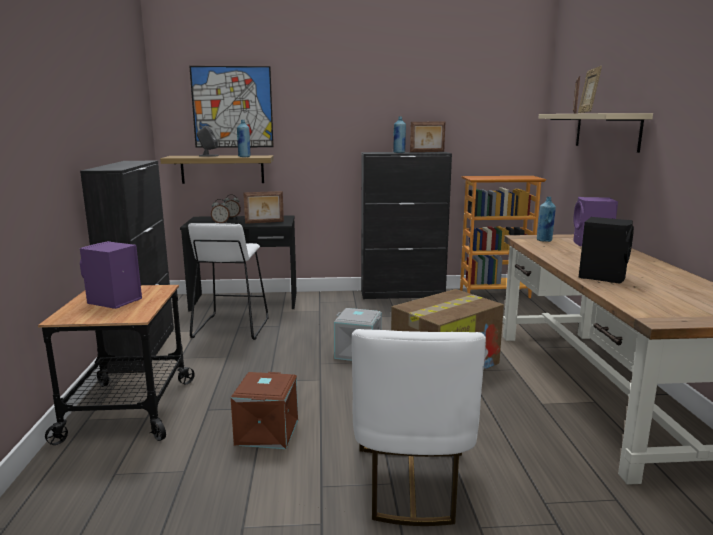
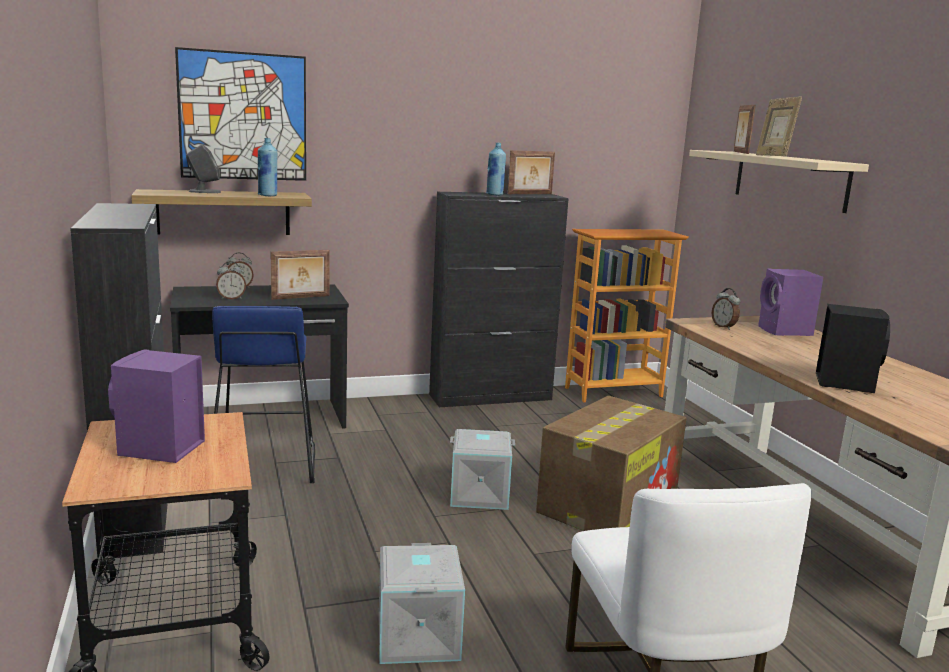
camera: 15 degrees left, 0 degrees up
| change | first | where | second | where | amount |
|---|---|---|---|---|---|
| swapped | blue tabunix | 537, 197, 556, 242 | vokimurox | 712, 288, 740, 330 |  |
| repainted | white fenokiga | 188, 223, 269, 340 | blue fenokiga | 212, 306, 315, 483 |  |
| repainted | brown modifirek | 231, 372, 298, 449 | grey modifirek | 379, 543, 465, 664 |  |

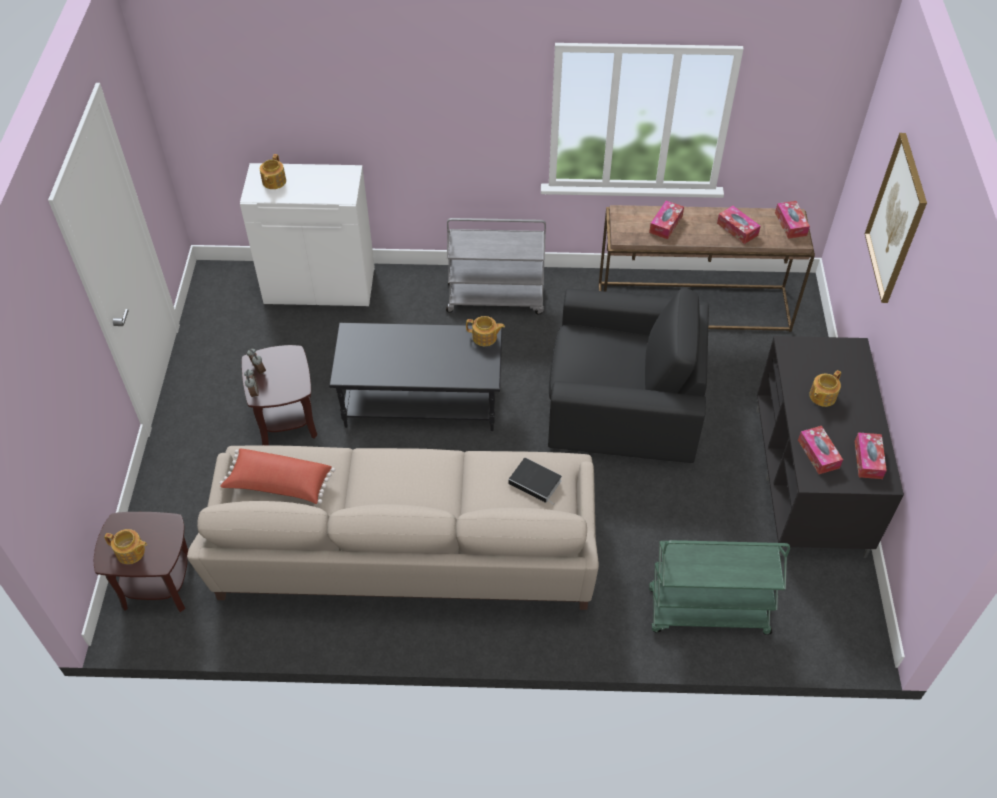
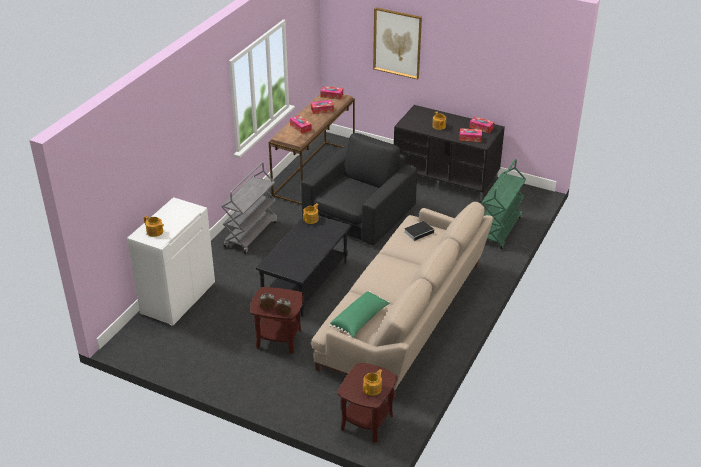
camera: 65 degrees left, 15 degrees down
| change | first | where | second | where | amount |
|---|---|---|---|---|---|
| repainted | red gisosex | 219, 449, 335, 504 | green gisosex | 329, 291, 390, 338 |  |

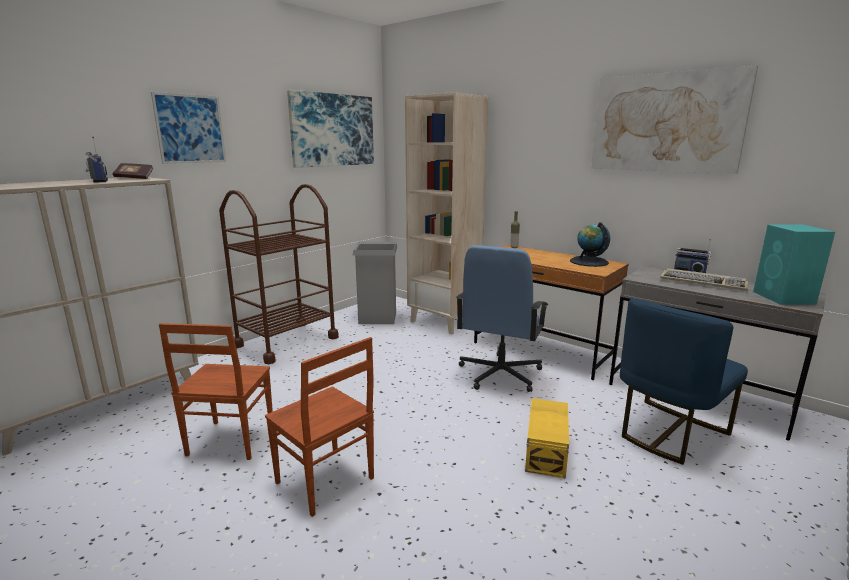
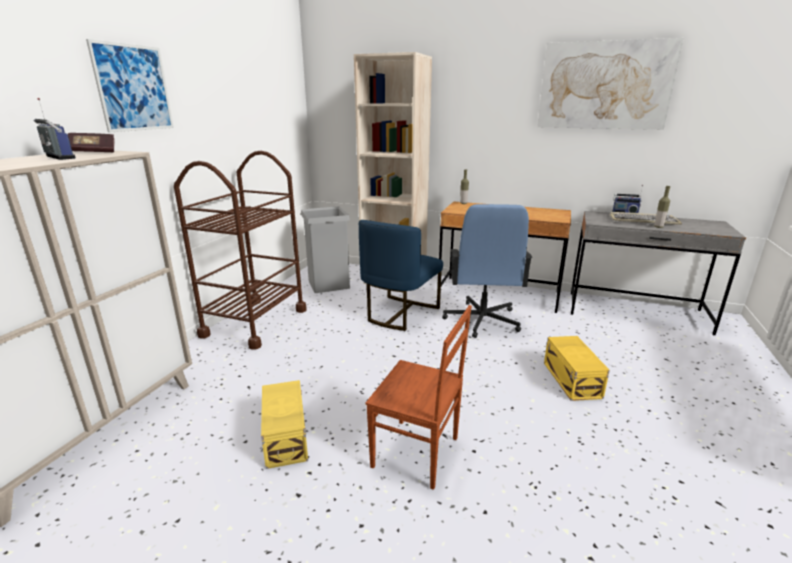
camera: 20 degrees left, 5 degrees up
| change | first | where | second | where | amount |
|---|---|---|---|---|---|
| gone | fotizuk | 287, 90, 374, 168 |  |  |  |
| gone | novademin | 570, 222, 610, 267 |  |  |  |
| gone | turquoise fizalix | 753, 225, 835, 305 |  |  |  |
| new |  |  | tabunix | 654, 186, 670, 228 |  |
| shifted | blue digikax | 620, 298, 748, 465 |  | 359, 220, 443, 331 |  |
| swapped | brown digikax | 159, 323, 273, 460 | yellow modifirek | 261, 380, 308, 469 |  |

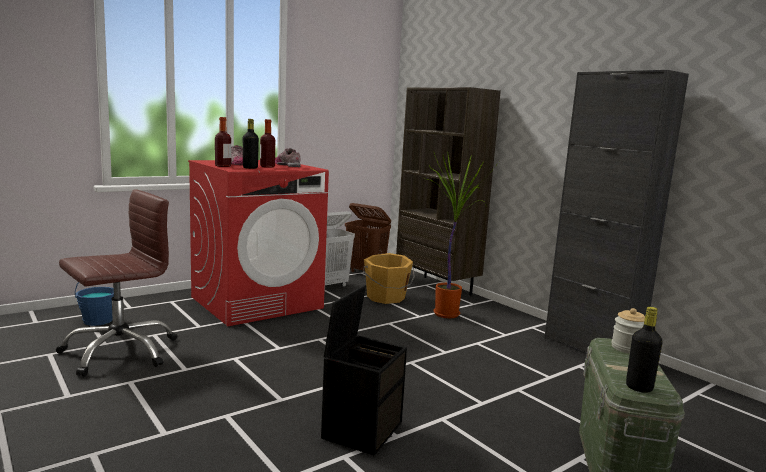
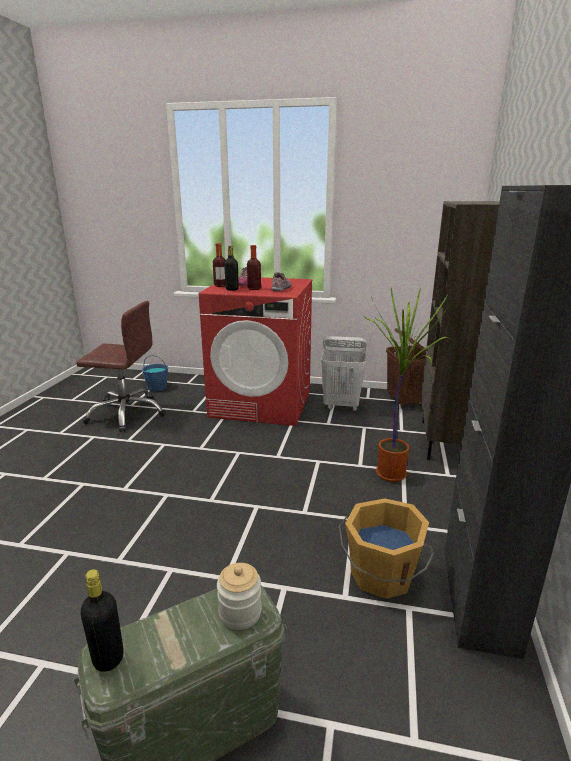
camera: 50 degrees right, 10 degrees up
| change | first | where | second | where | amount |
|---|---|---|---|---|---|
| gone | black modifirek | 321, 285, 407, 456 |  |  |  |
| shifted | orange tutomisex | 363, 253, 414, 304 |  | 339, 498, 434, 599 |  |

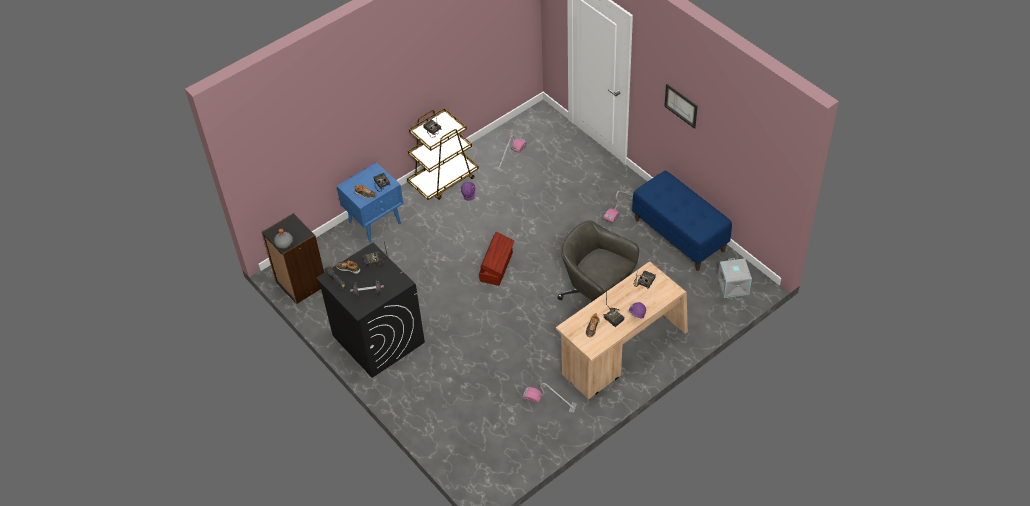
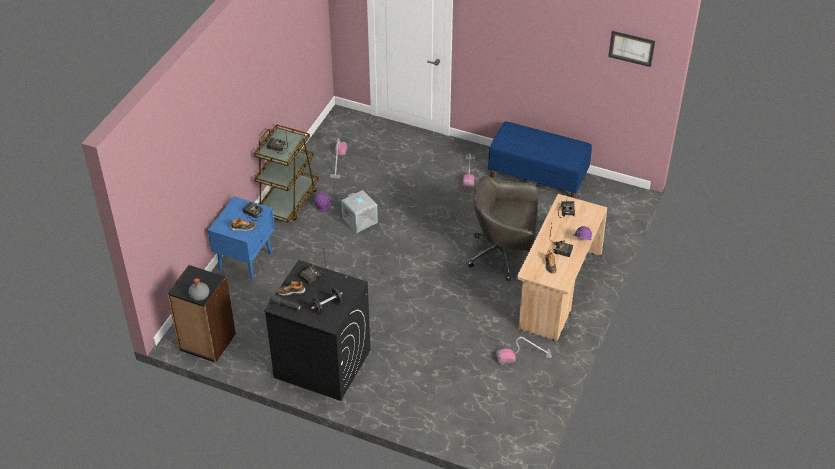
camera: 30 degrees left, 5 degrees down
| change | first | where | second | where | amount |
|---|---|---|---|---|---|
| gone | brown modifirek | 479, 231, 514, 286 |  |  |  |
| shifted | fotizuk | 664, 84, 698, 129 |  | 608, 31, 655, 67 |  |
| shifted | grey modifirek | 718, 258, 752, 298 |  | 341, 190, 378, 233 |  |

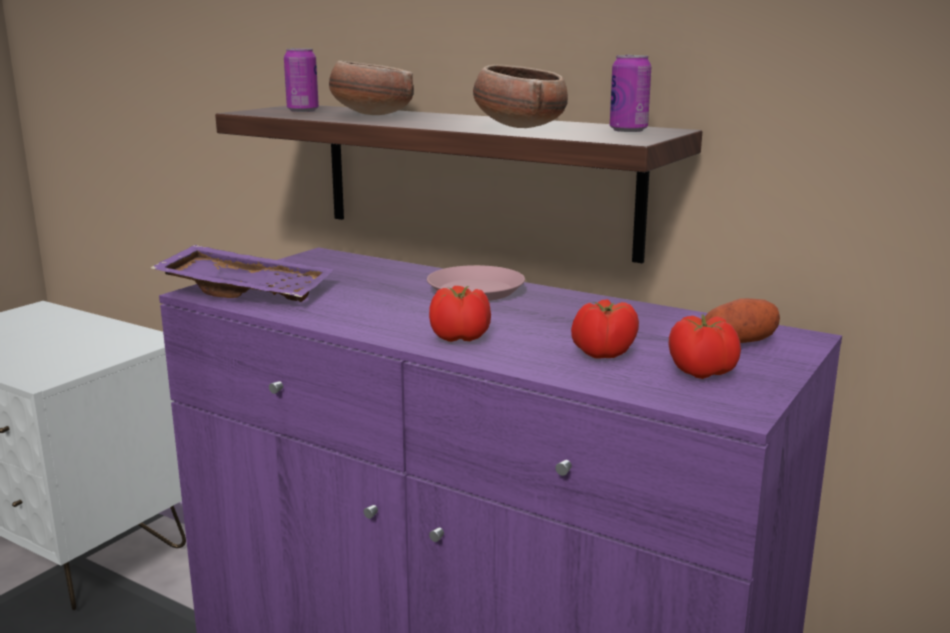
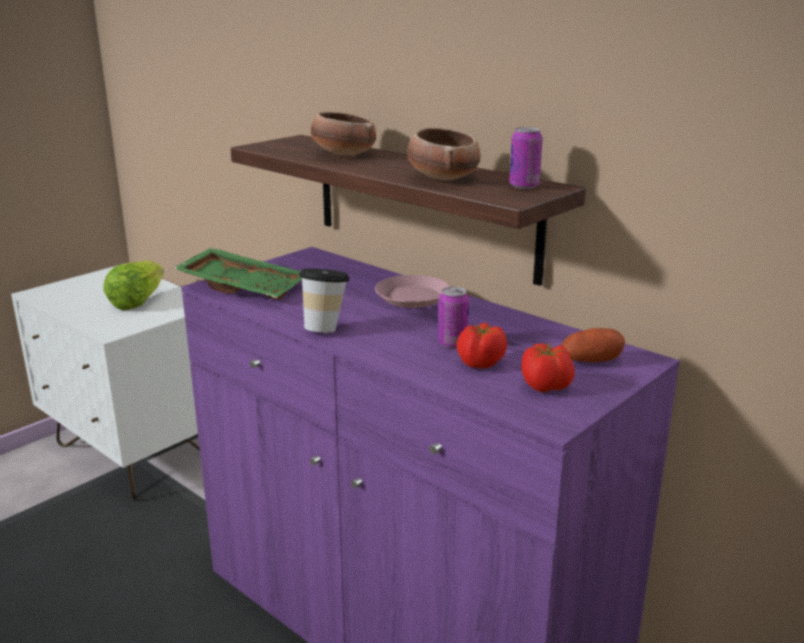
camera: 10 degrees right, 5 degrees up
| change | first | where | second | where | amount |
|---|---|---|---|---|---|
| gone | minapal | 429, 286, 491, 342 |  |  |  |
| new |  |  | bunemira | 104, 260, 164, 310 |  |
| new |  |  | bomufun | 299, 269, 350, 333 |  |
| shifted | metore | 284, 48, 319, 112 |  | 438, 287, 469, 348 |  |
| repainted | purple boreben | 150, 245, 334, 302 | green boreben | 173, 247, 302, 300 |  |

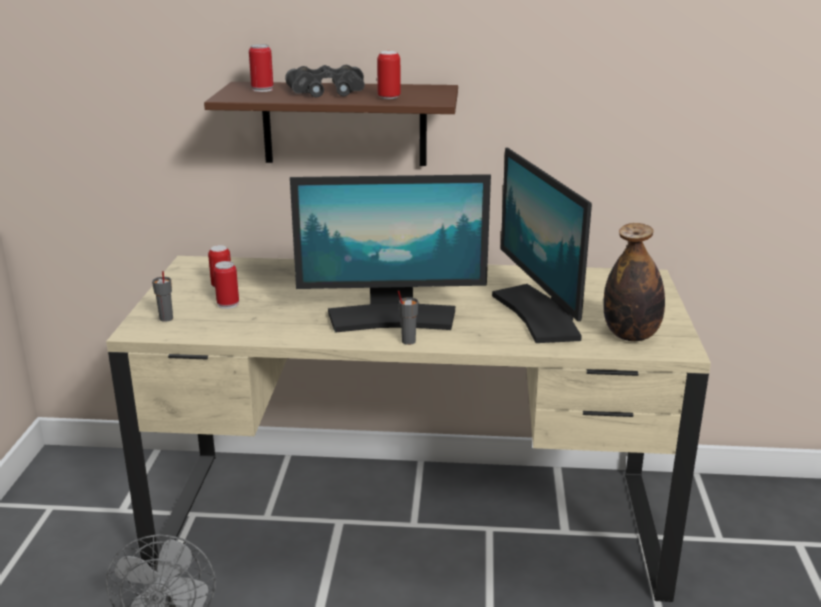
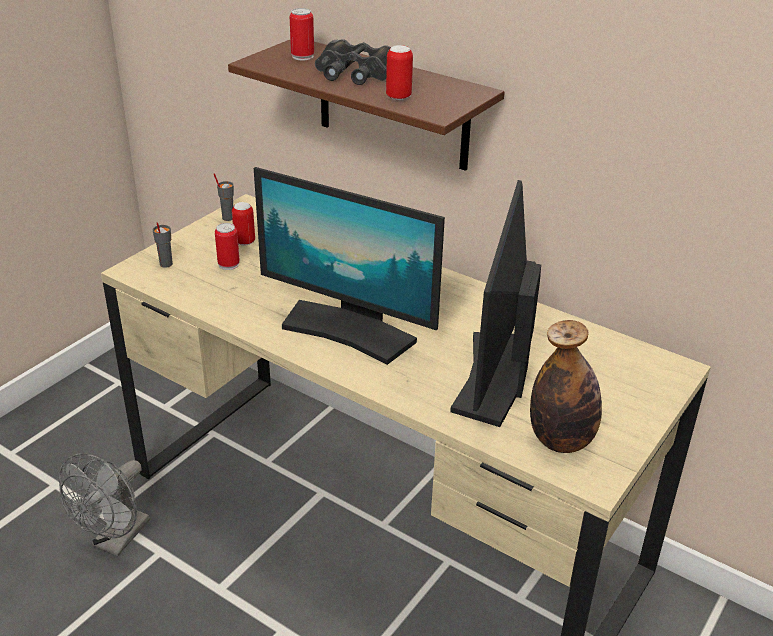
camera: 30 degrees right, 10 degrees up
| change | first | where | second | where | amount |
|---|---|---|---|---|---|
| shifted | grey bomufun | 398, 290, 418, 345 |  | 214, 173, 234, 221 |  |

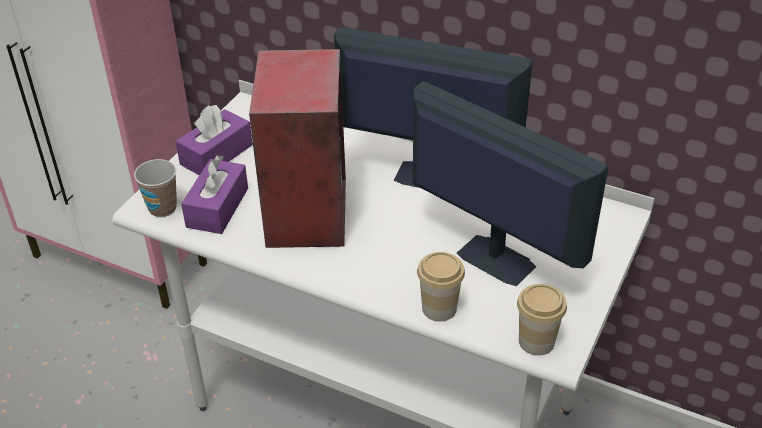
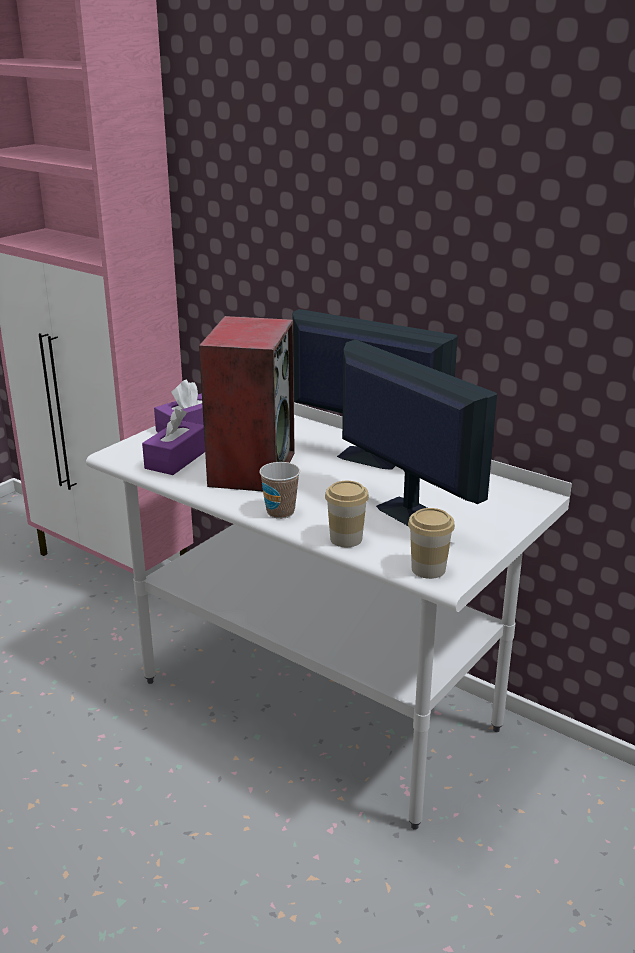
camera: 10 degrees right, 15 degrees down
| change | first | where | second | where | amount |
|---|---|---|---|---|---|
| shifted | bomufun | 134, 159, 177, 217 |  | 259, 462, 300, 519 |  |

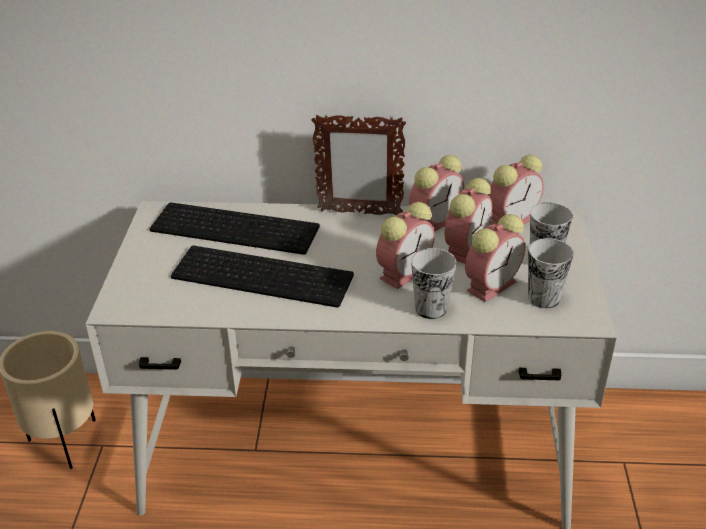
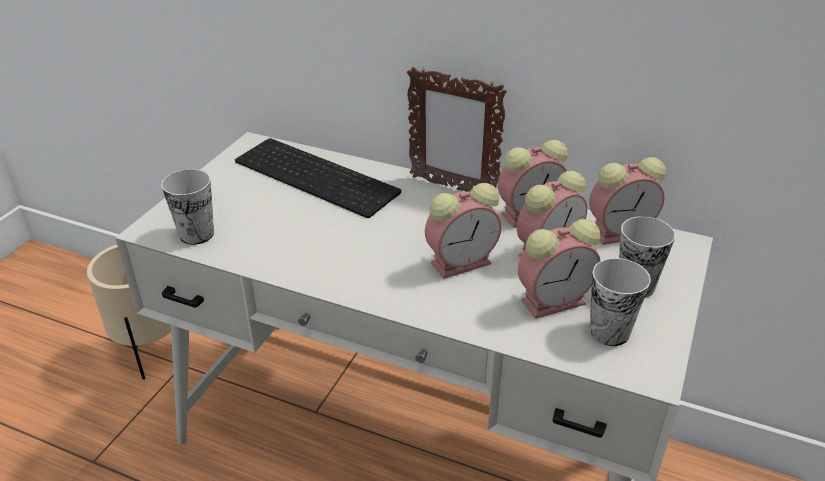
camera: 20 degrees right, 0 degrees up
| change | first | where | second | where | amount |
|---|---|---|---|---|---|
| gone | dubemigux | 171, 246, 354, 308 |  |  |  |
| shifted | bomufun | 411, 248, 456, 319 |  | 161, 169, 214, 245 |  |

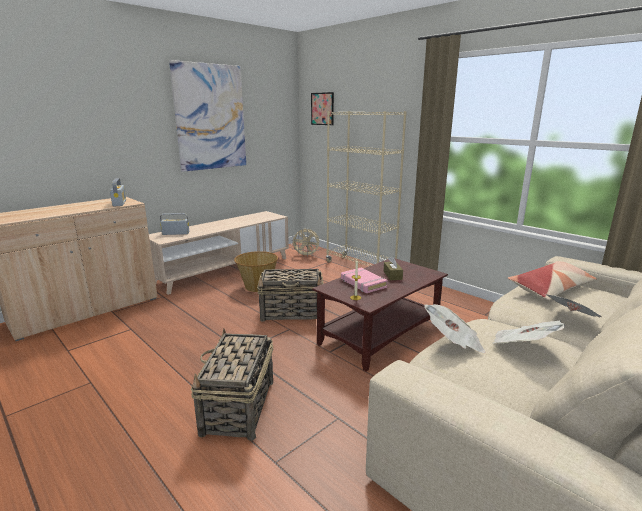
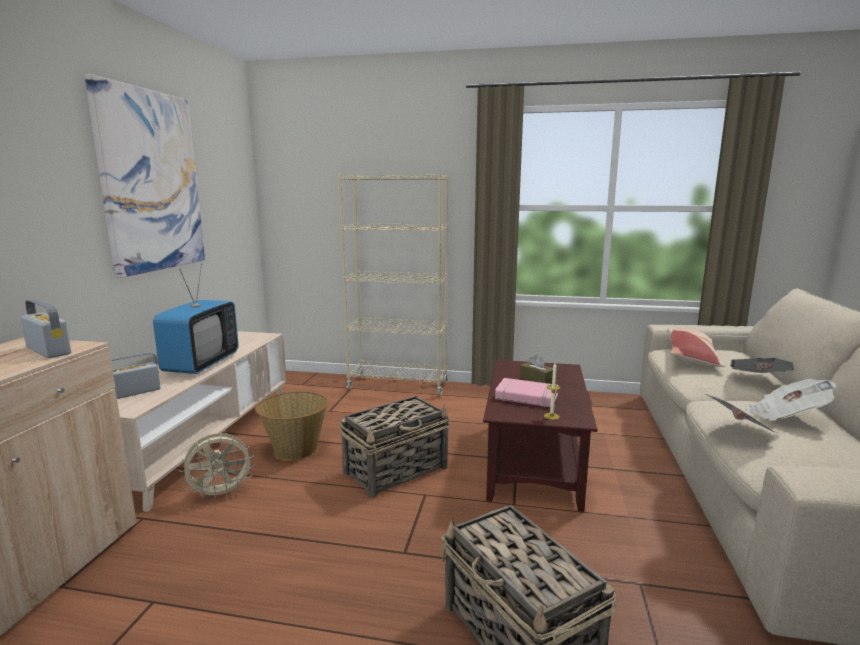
camera: 35 degrees left, 5 degrees down
| change | first | where | second | where | amount |
|---|---|---|---|---|---|
| gone | fotizuk | 311, 92, 334, 125 |  |  |  |
| new |  |  | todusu | 153, 264, 239, 374 |  |
| shifted | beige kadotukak | 291, 229, 319, 257 |  | 179, 433, 255, 500 |  |

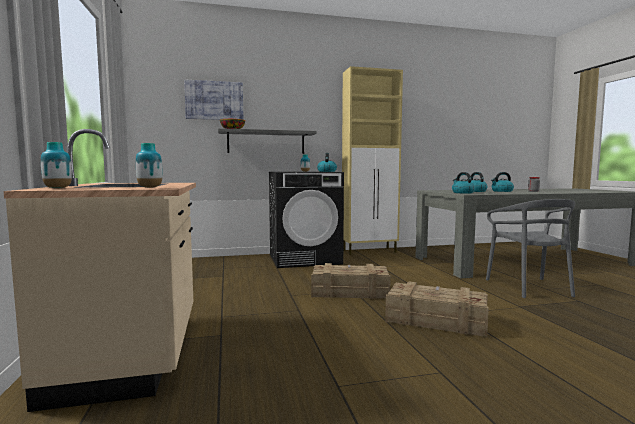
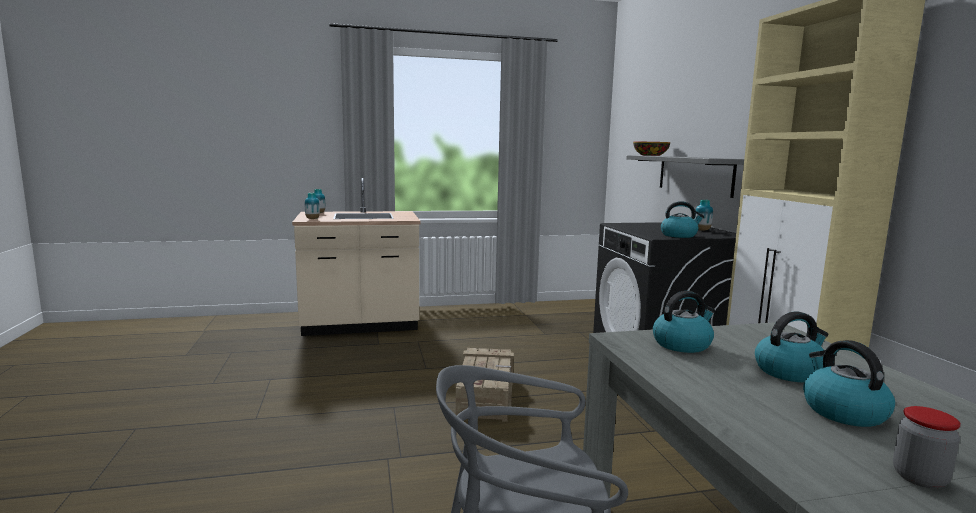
camera: 90 degrees right, 5 degrees up
| change | first | where | second | where | amount |
|---|---|---|---|---|---|
| gone | fotizuk | 184, 80, 243, 120 |  |  |  |
| gone | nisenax | 385, 281, 489, 338 |  |  |  |

